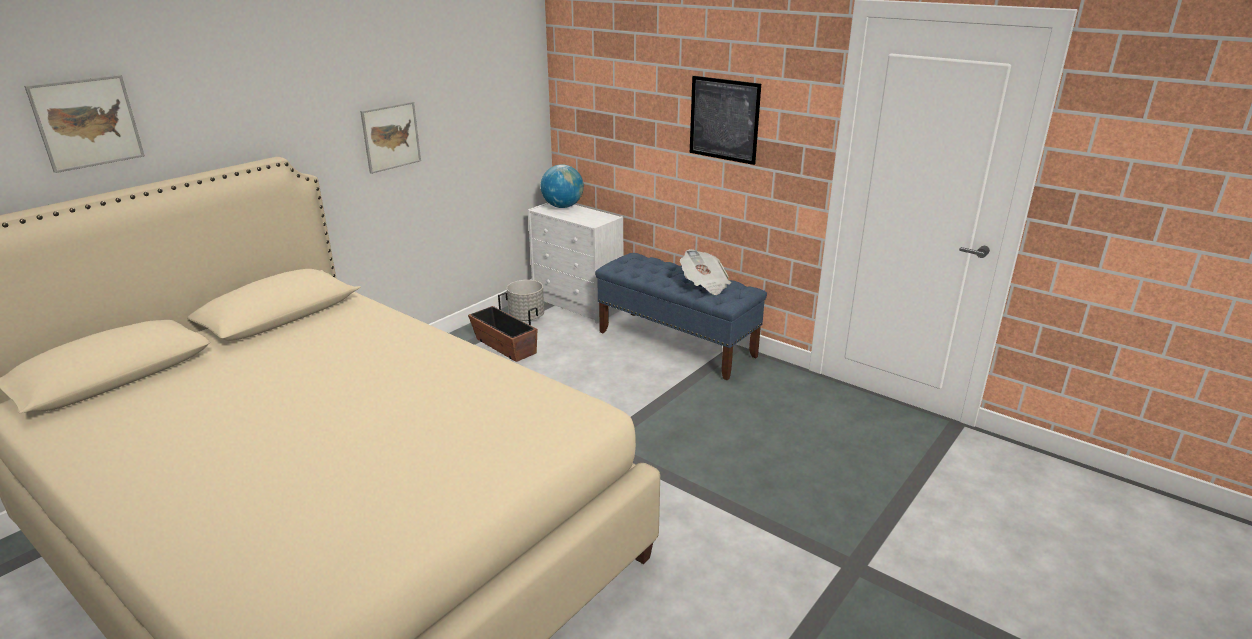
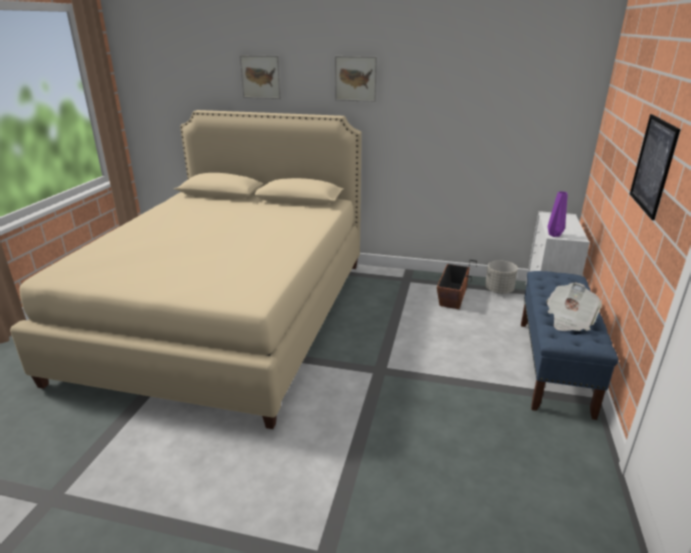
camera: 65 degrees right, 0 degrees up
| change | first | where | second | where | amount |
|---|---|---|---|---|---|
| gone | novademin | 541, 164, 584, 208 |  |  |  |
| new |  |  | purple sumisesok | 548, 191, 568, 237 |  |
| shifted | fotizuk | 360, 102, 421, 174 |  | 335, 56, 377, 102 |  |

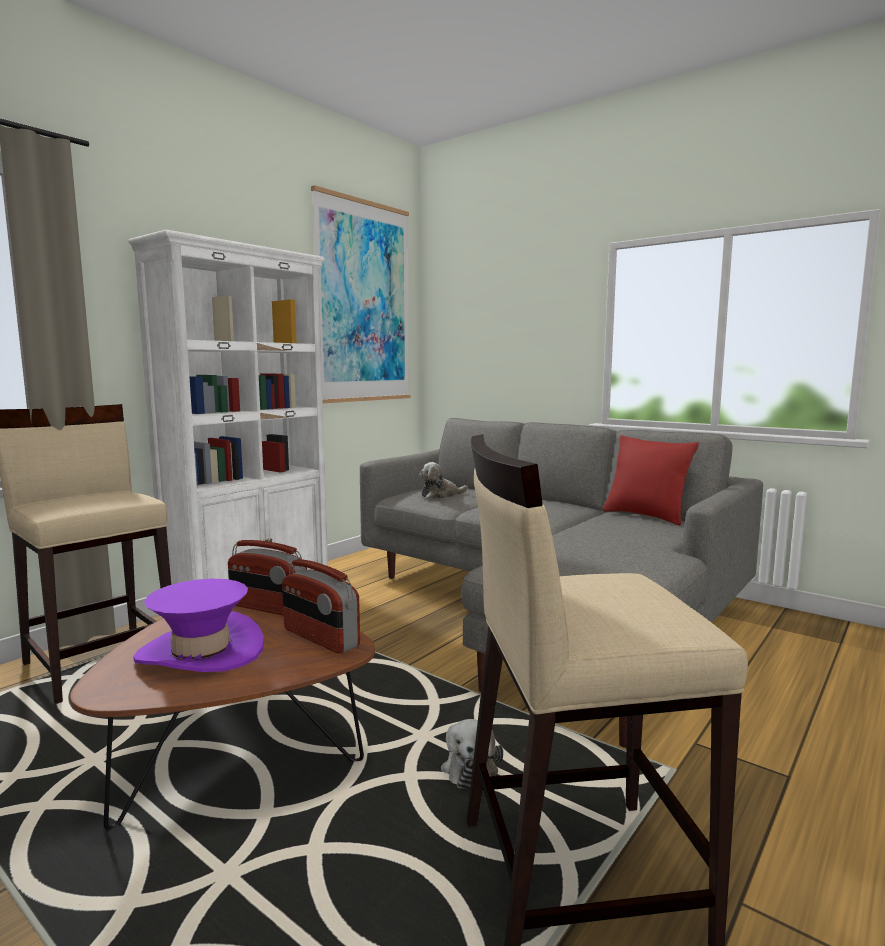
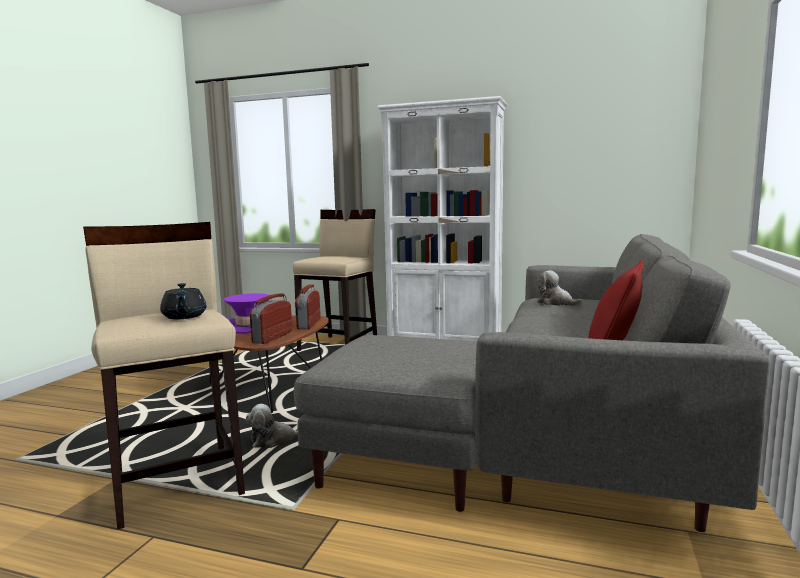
camera: 70 degrees right, 0 degrees up
| change | first | where | second | where | amount |
|---|---|---|---|---|---|
| gone | fotizuk | 311, 185, 411, 403 |  |  |  |
| new |  |  | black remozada | 160, 283, 207, 319 |  |

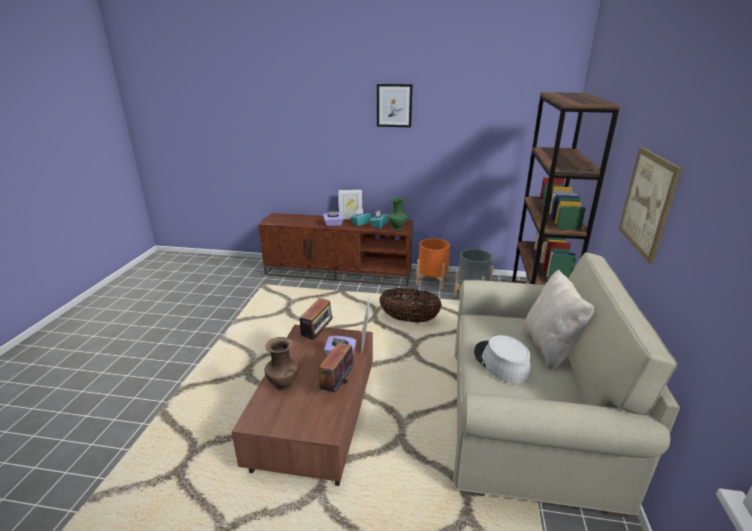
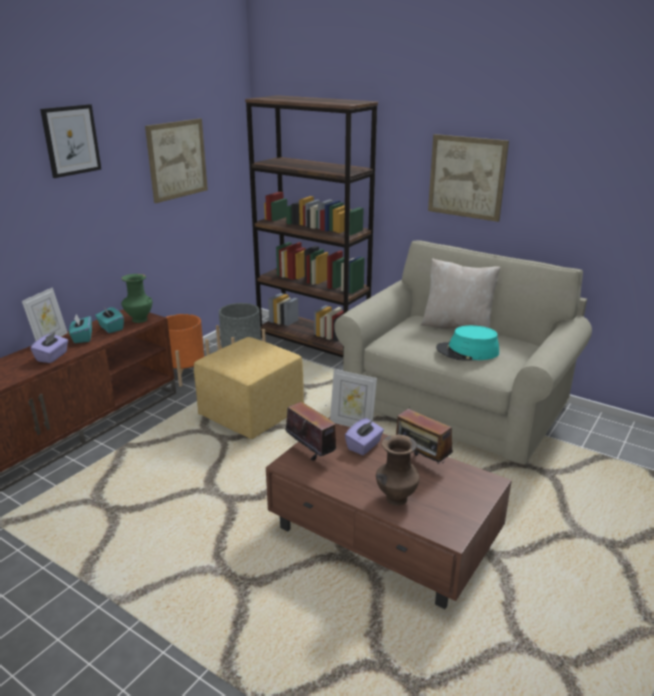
camera: 65 degrees left, 0 degrees up
| change | first | where | second | where | amount |
|---|---|---|---|---|---|
| new |  |  | fotizuk | 145, 119, 208, 203 |  |
| swapped | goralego | 380, 288, 442, 323 | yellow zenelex | 194, 337, 304, 439 |  |
| repainted | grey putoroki | 474, 335, 531, 384 | turquoise putoroki | 436, 325, 499, 360 |  |

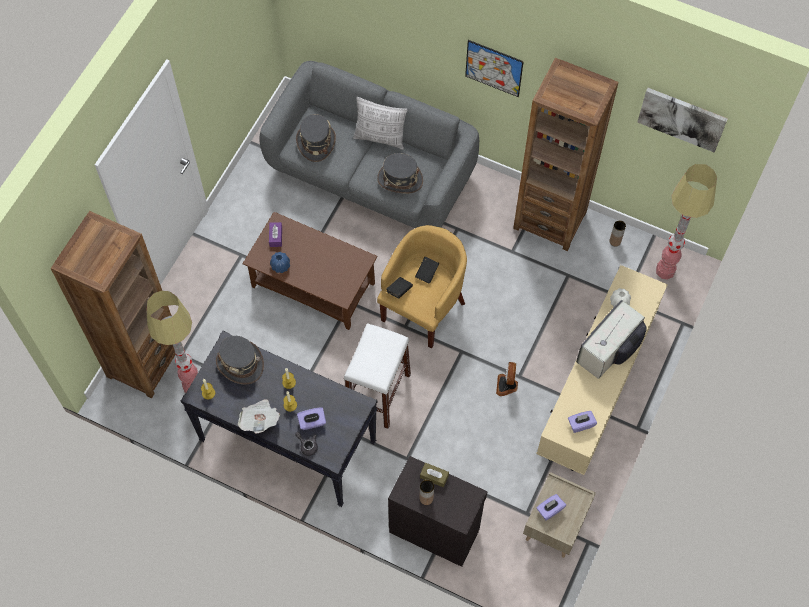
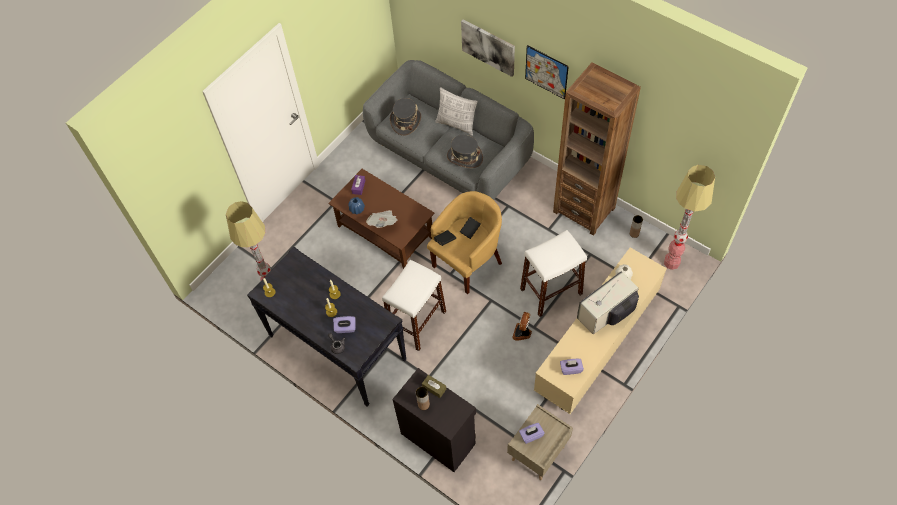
camera: 15 degrees right, 5 degrees down
| change | first | where | second | where | amount |
|---|---|---|---|---|---|
| gone | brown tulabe | 51, 211, 176, 398 |  |  |  |
| gone | grey putoroki | 216, 336, 264, 385 |  |  |  |
| new |  |  | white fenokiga | 520, 230, 587, 317 |  |
| shifted | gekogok | 238, 399, 280, 434 |  | 366, 210, 398, 228 |  |
| shifted | fotizuk | 637, 88, 728, 152 |  | 461, 19, 515, 77 |  |

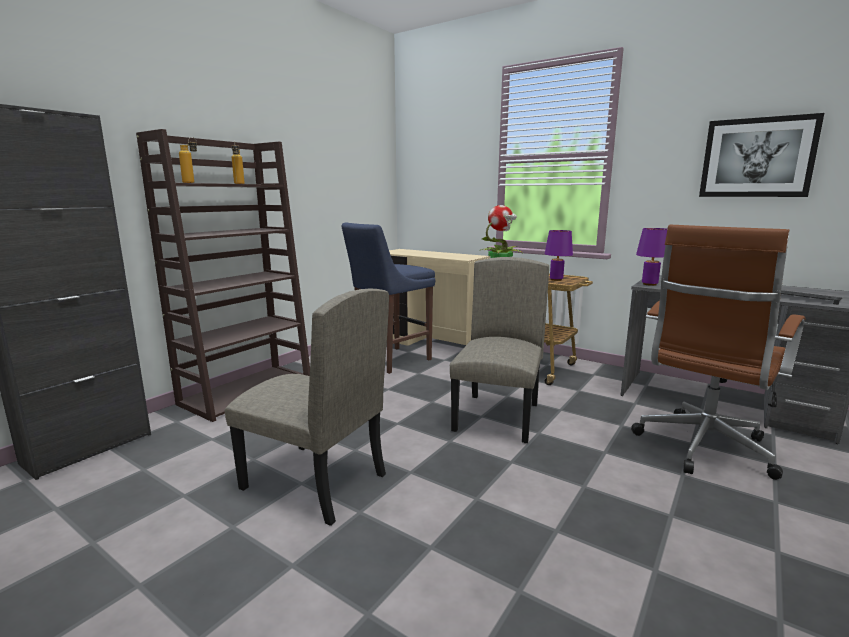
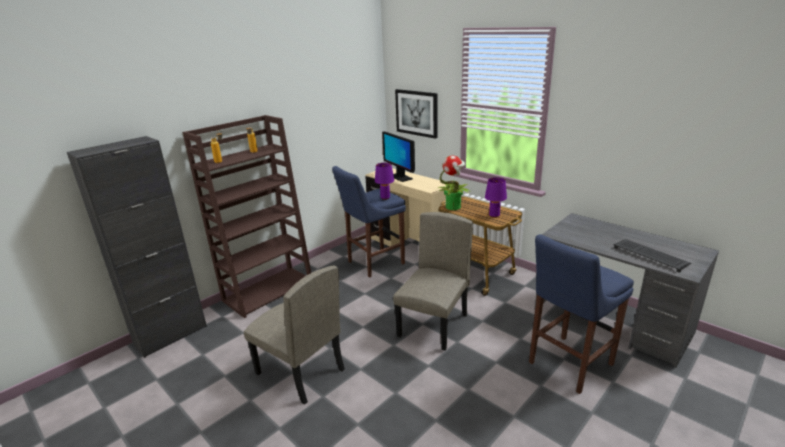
camera: 10 degrees right, 10 degrees up
| change | first | where | second | where | amount |
|---|---|---|---|---|---|
| new |  |  | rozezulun | 382, 131, 415, 182 |  |
| shifted | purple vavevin | 636, 228, 667, 286 |  | 375, 163, 394, 200 |  |
| shifted | fotizuk | 699, 113, 824, 197 |  | 395, 89, 438, 139 |  |
| swapped | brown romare | 631, 225, 806, 480 | blue fenokiga | 529, 234, 634, 394 |  |

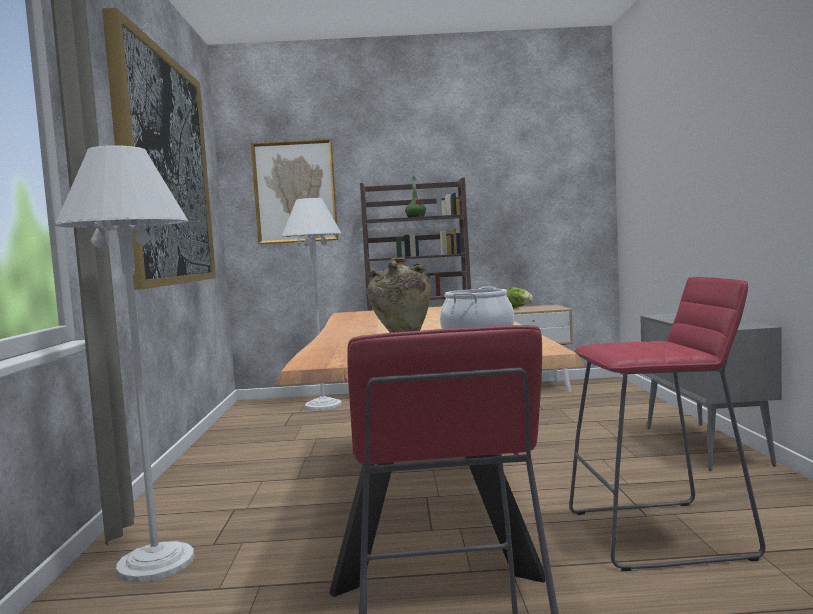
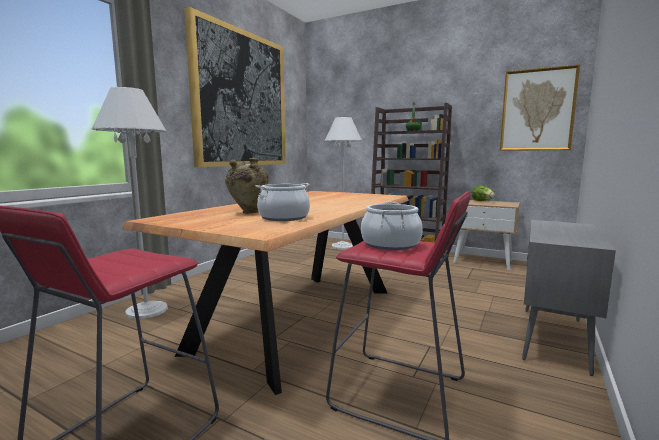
camera: 30 degrees right, 5 degrees up
| change | first | where | second | where | amount |
|---|---|---|---|---|---|
| new |  |  | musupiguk | 361, 202, 423, 250 |  |
| shifted | fotizuk | 251, 139, 338, 244 |  | 500, 64, 580, 151 |  |

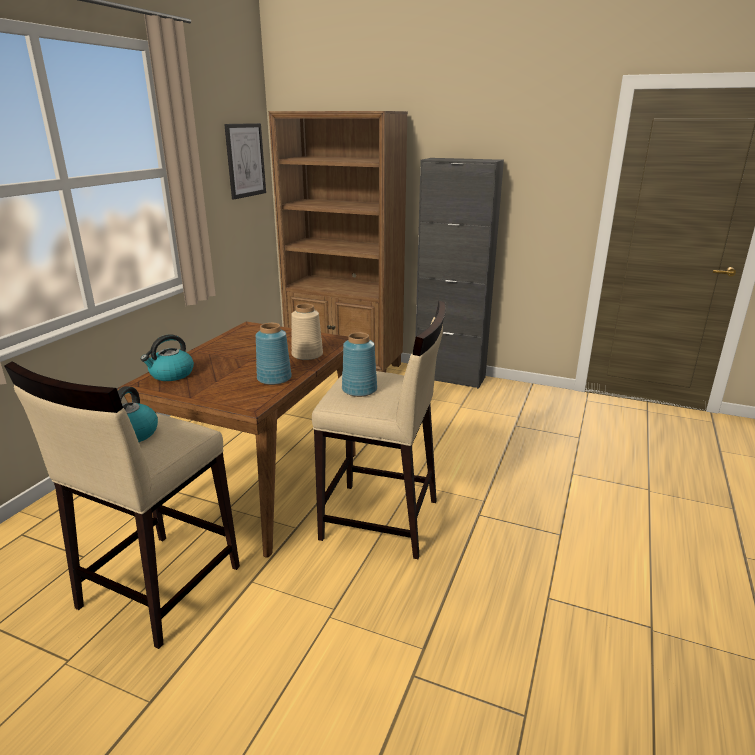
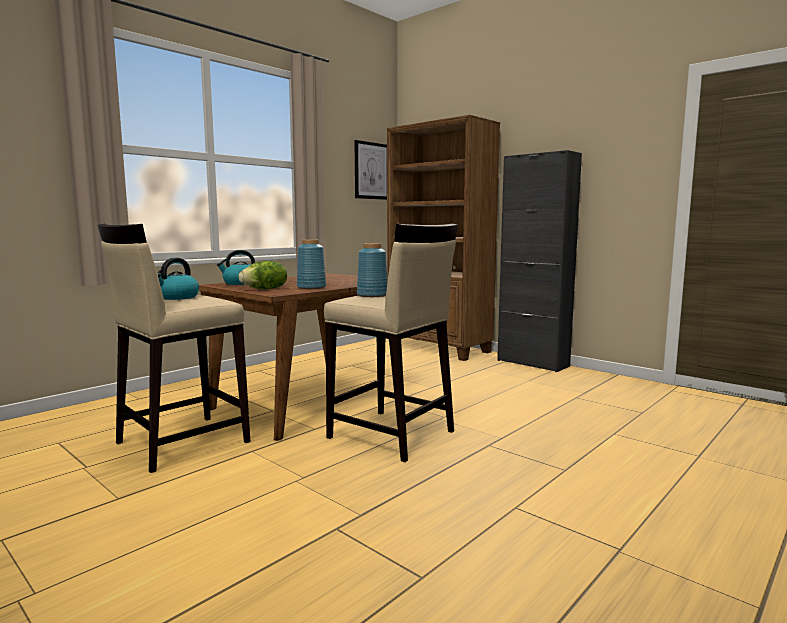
camera: 20 degrees right, 15 degrees down
| change | first | where | second | where | amount |
|---|---|---|---|---|---|
| gone | beige sumisesok | 291, 303, 323, 360 |  |  |  |
| new |  |  | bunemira | 239, 261, 287, 289 |  |

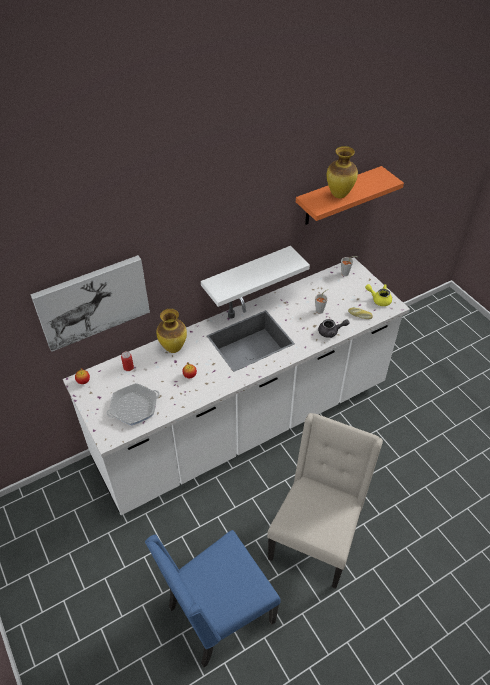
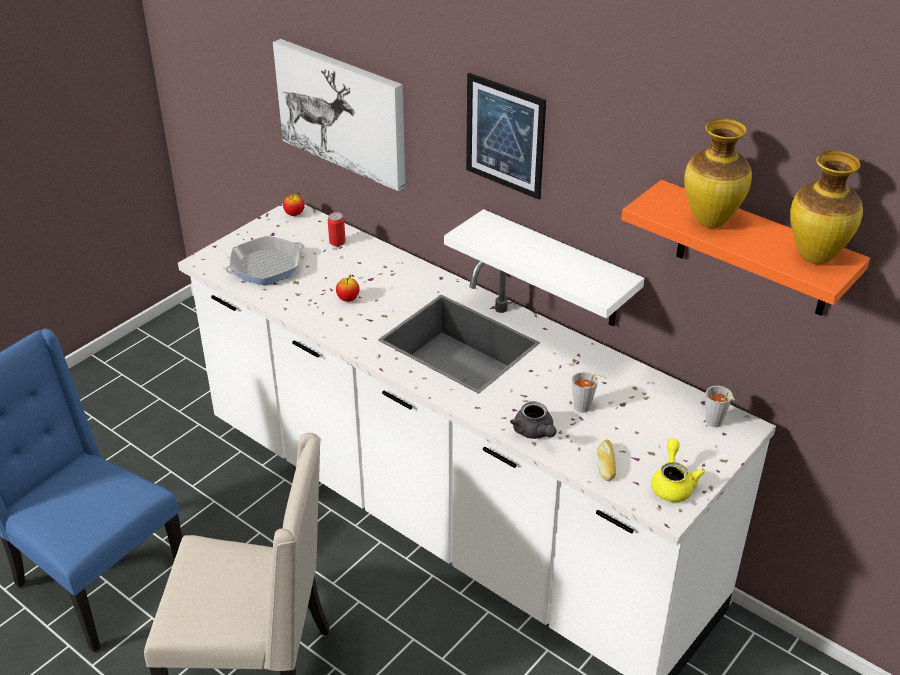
camera: 70 degrees right, 10 degrees down
| change | first | where | second | where | amount |
|---|---|---|---|---|---|
| new |  |  | fotizuk | 466, 73, 546, 200 |  |
| shifted | sumisesok | 156, 309, 187, 353 |  | 790, 151, 863, 264 |  |
| rotated | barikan | 106, 383, 160, 426 |  | 225, 236, 304, 285 | 75 degrees counterclockwise |

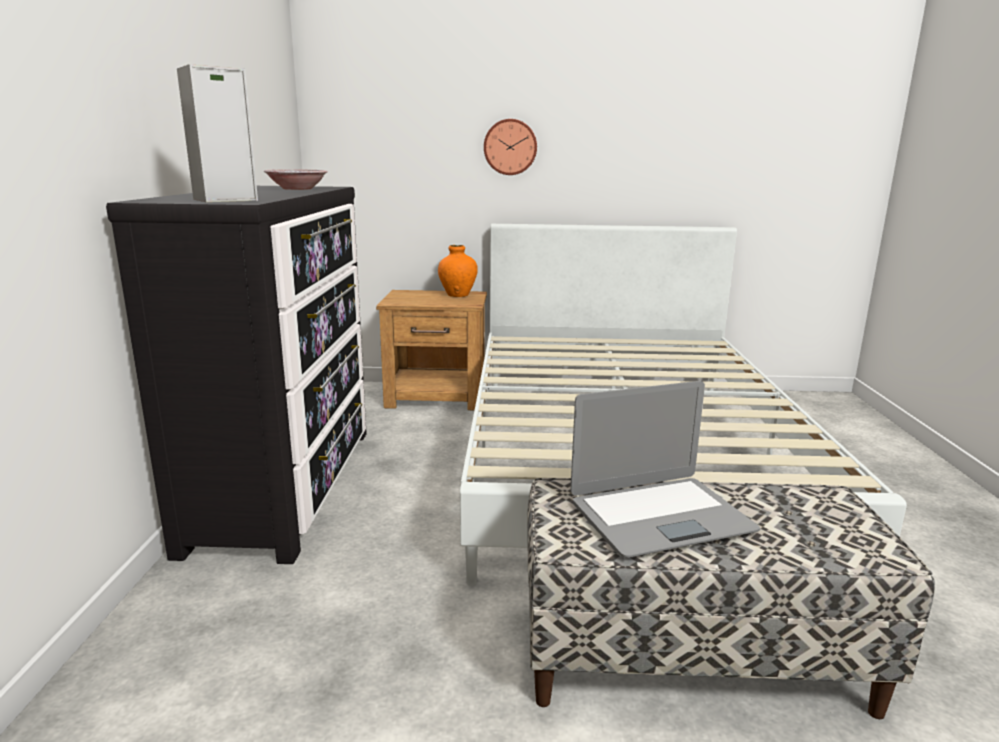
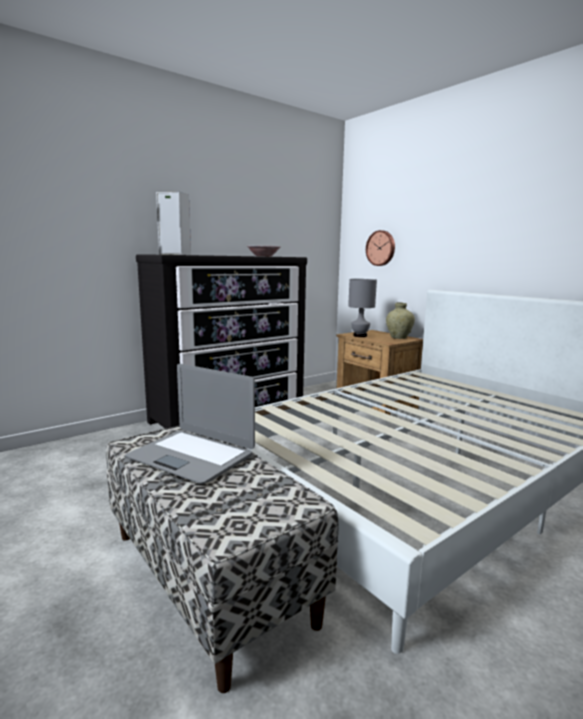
camera: 50 degrees right, 5 degrees down
| change | first | where | second | where | amount |
|---|---|---|---|---|---|
| new |  |  | grey vavevin | 348, 279, 377, 337 |  |
| shifted | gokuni | 484, 119, 537, 175 |  | 366, 230, 395, 266 |  |
| repainted | orange sumisesok | 438, 245, 478, 297 | beige sumisesok | 386, 302, 415, 339 |  |

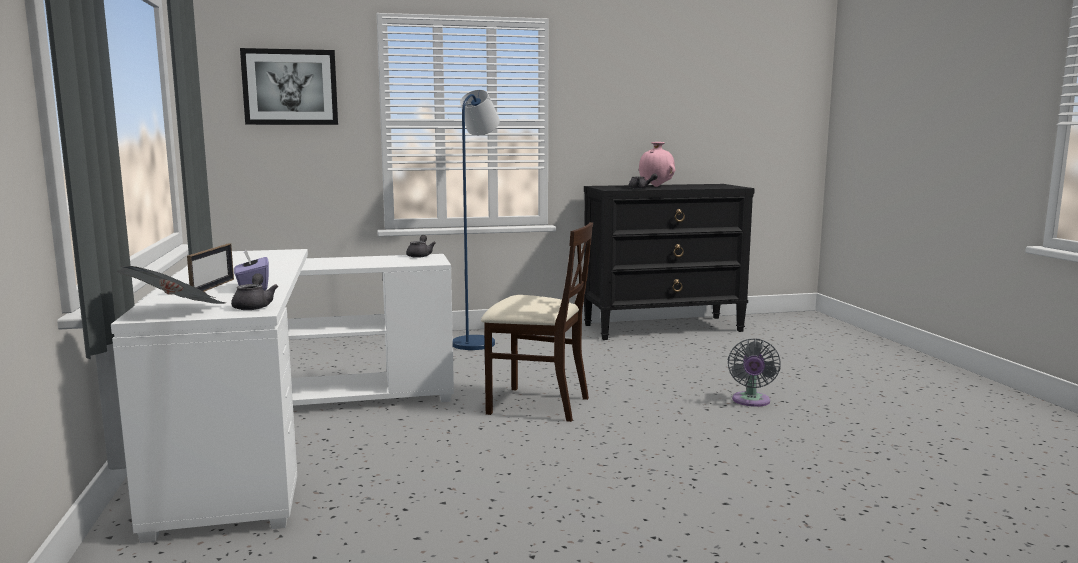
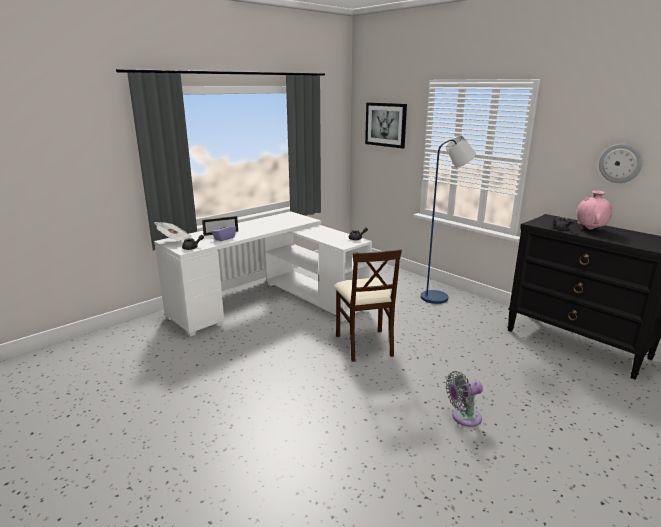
camera: 60 degrees right, 10 degrees up
| change | first | where | second | where | amount |
|---|---|---|---|---|---|
| new |  |  | gokuni | 599, 144, 643, 183 |  |

